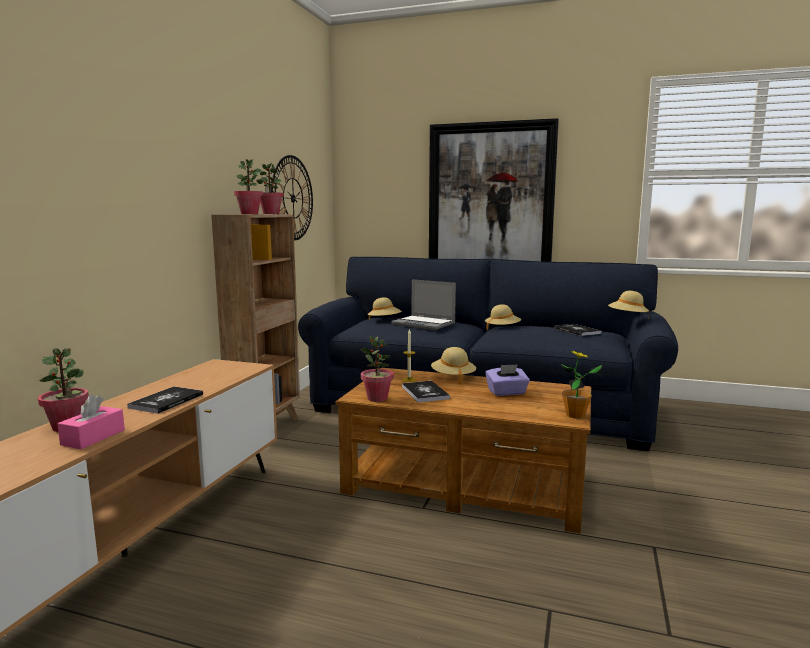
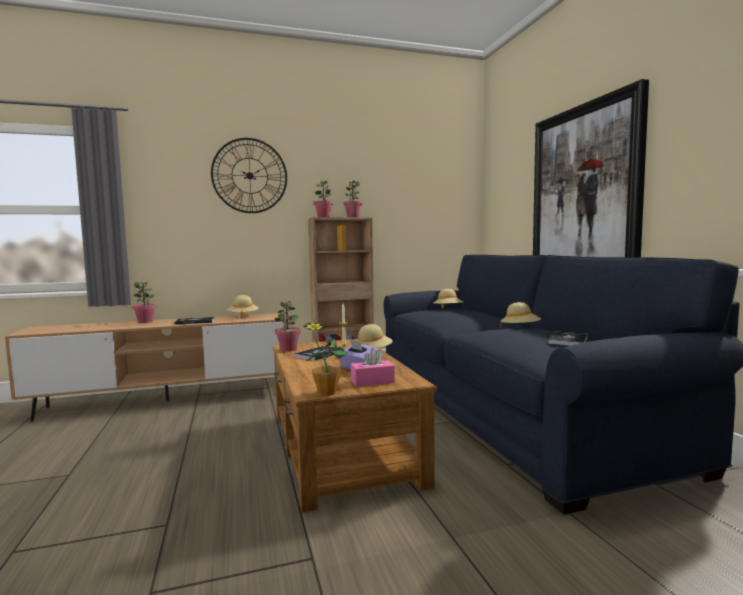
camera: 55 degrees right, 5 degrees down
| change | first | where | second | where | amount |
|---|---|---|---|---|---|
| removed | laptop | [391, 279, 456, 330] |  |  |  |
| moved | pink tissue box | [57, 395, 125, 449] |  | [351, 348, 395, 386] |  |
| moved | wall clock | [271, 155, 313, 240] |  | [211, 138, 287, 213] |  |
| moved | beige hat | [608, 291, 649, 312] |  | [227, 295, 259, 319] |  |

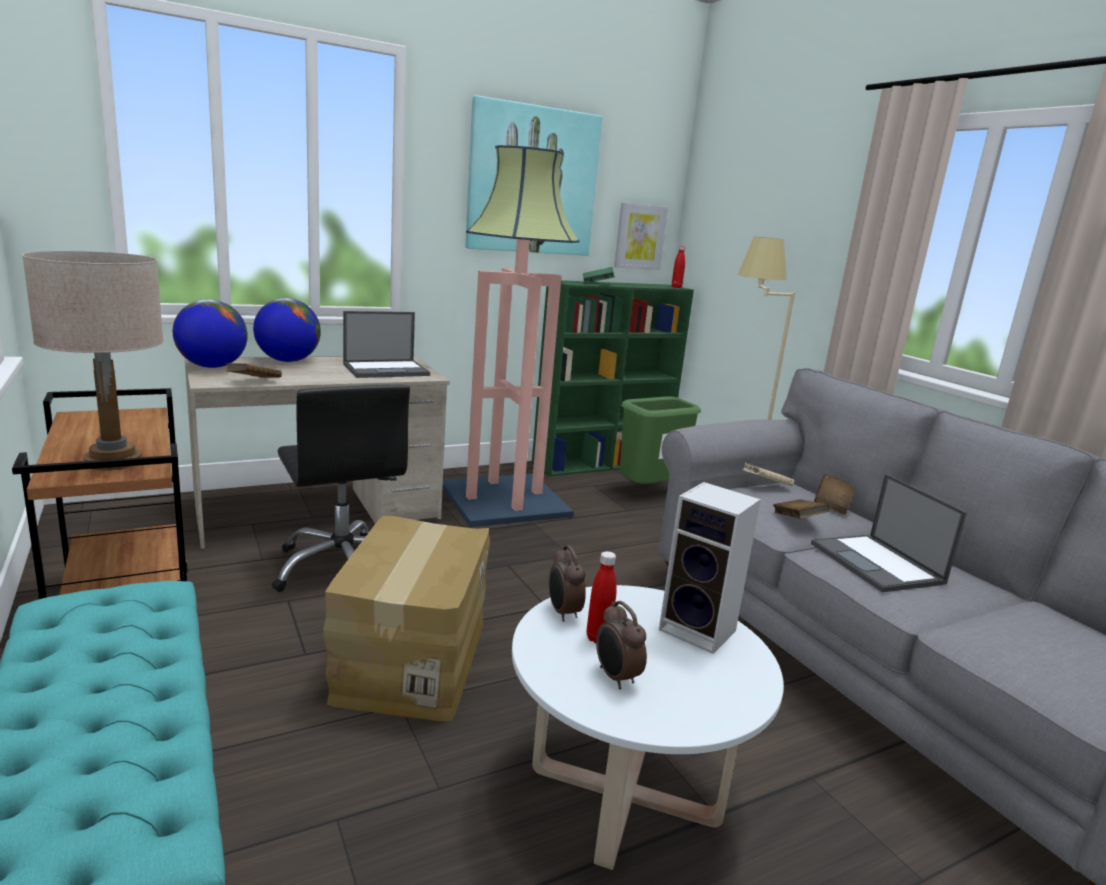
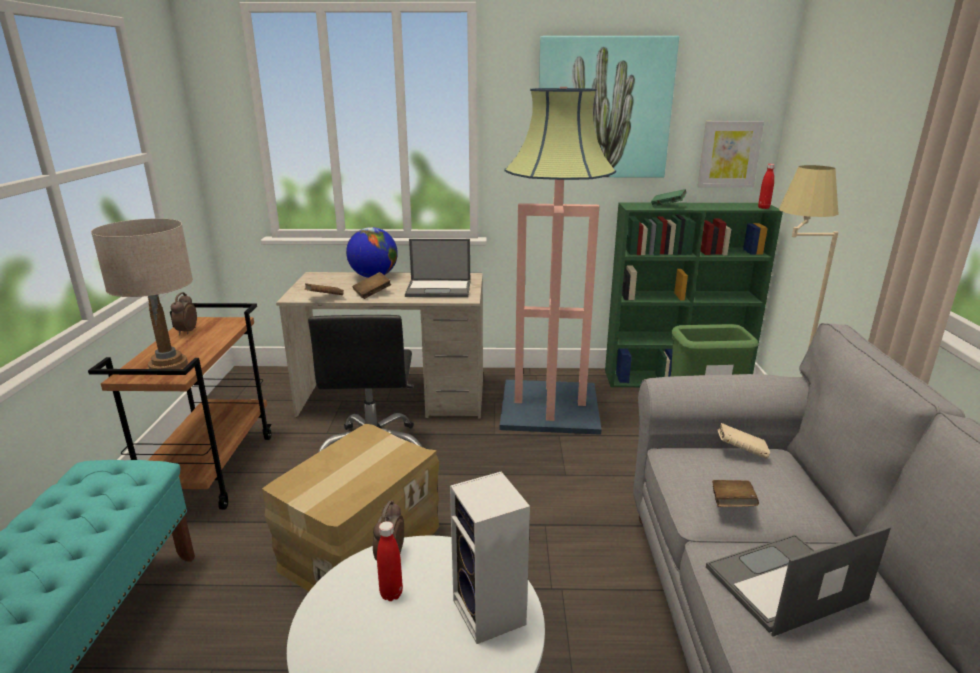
camera: 30 degrees right, 5 degrees up
| change | first | where | second | where | amount |
|---|---|---|---|---|---|
| removed | globe | [173, 299, 248, 368] |  |  |  |
| moved | alarm clock | [596, 601, 647, 689] |  | [171, 292, 197, 335] |  |
| moved | brown book | [814, 474, 855, 514] |  | [352, 272, 391, 299] |  |
| turned | laptop | [811, 474, 967, 592] |  | [706, 526, 891, 637] | 60 degrees clockwise |

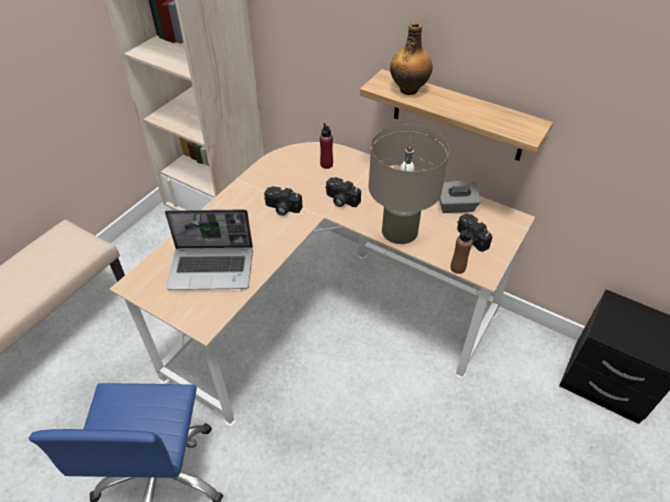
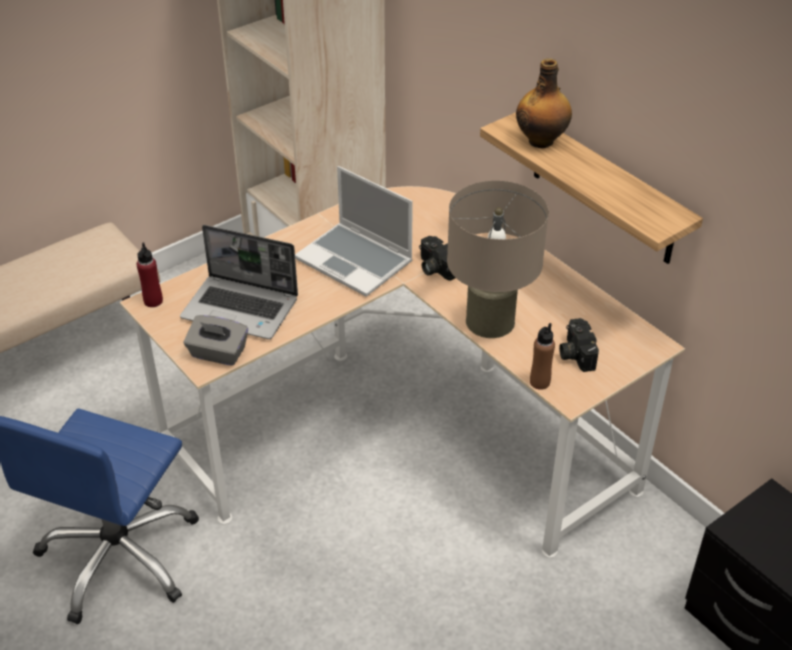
camera: 20 degrees right, 5 degrees down
| change | first | where | second | where | amount |
|---|---|---|---|---|---|
| moved | red bottle | [320, 123, 333, 169] |  | [136, 242, 163, 307] |  |
| moved | grey tissue box | [439, 181, 481, 213] |  | [184, 315, 248, 366] |  |
| replaced | photo camera | [264, 186, 303, 216] | laptop | [295, 166, 413, 297] |  |

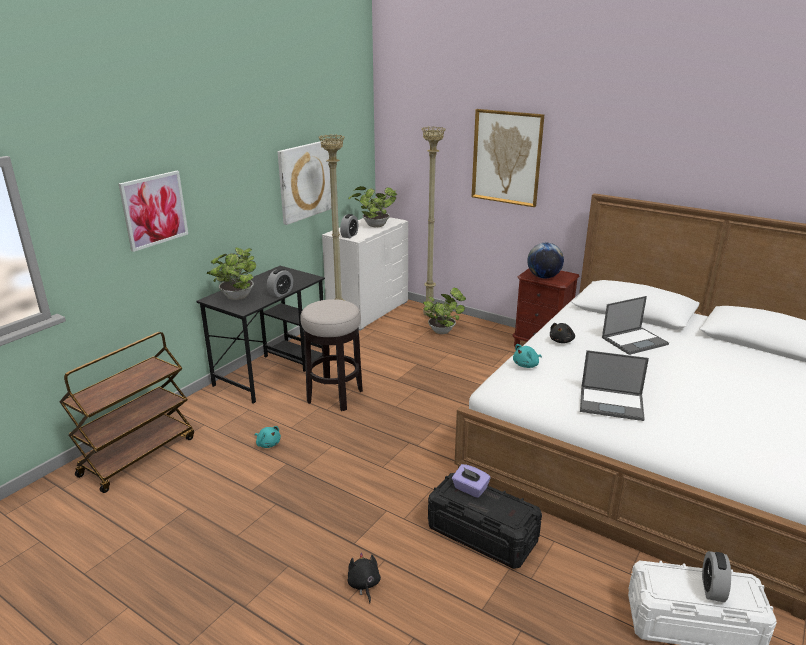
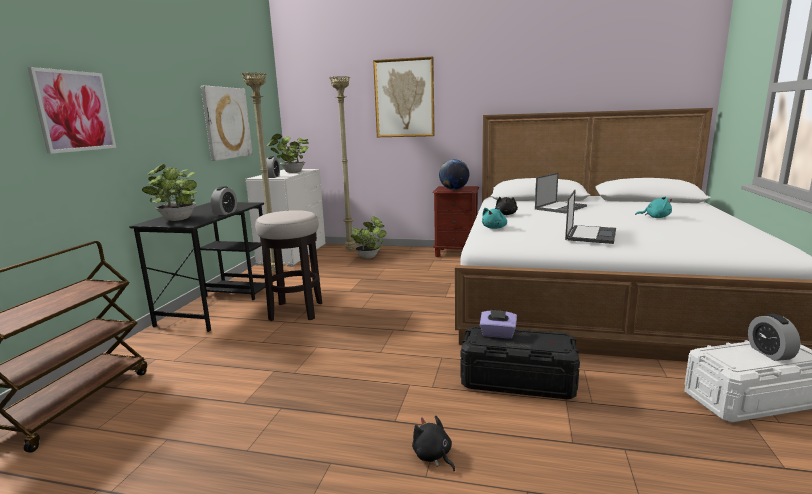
camera: 20 degrees left, 10 degrees down
| change | first | where | second | where | amount |
|---|---|---|---|---|---|
| moved | turquoise plush toy | [255, 426, 281, 448] |  | [635, 196, 672, 218] |  |
| turned | laptop | [580, 350, 649, 421] |  | [565, 189, 616, 244] | 60 degrees counterclockwise |

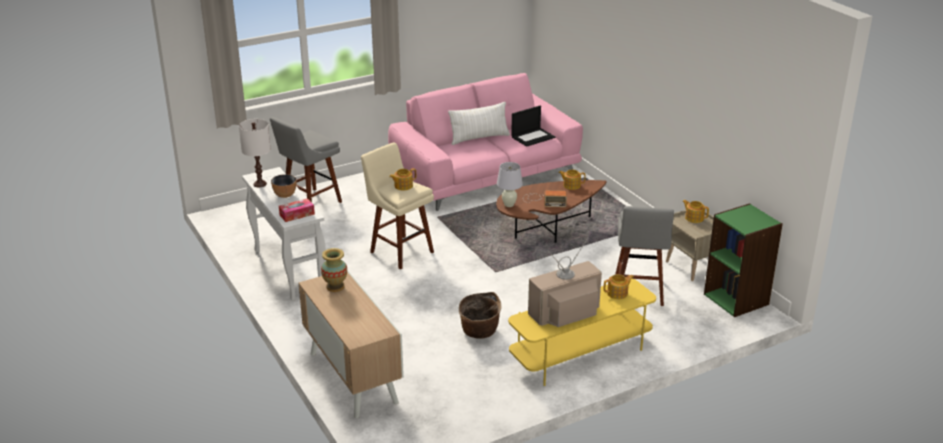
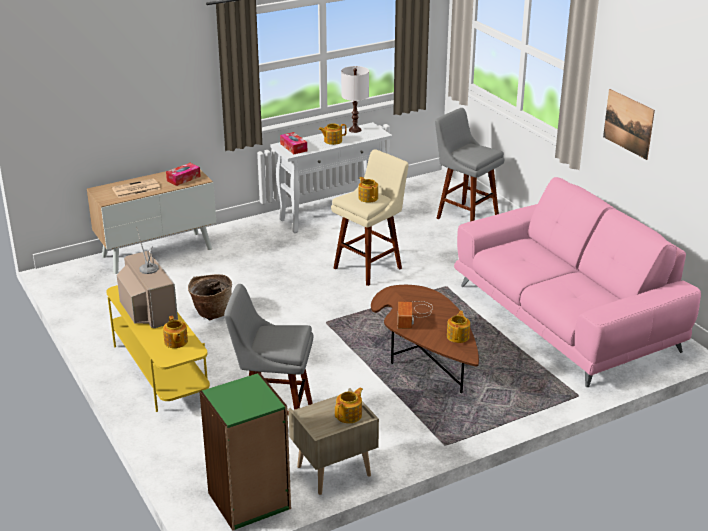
camera: 90 degrees right, 0 degrees up
| change | first | where | second | where | amount |
|---|---|---|---|---|---|
| removed | white pillow | [448, 102, 510, 145] |  |  |  |
| removed | white table lamp | [497, 162, 523, 207] |  |  |  |
| removed | laptop | [511, 105, 555, 147] |  |  |  |
| added |  |  | newspaper | [112, 178, 161, 198] |  |
| added |  |  | picture | [603, 89, 655, 160] |  |
| replaced | bowl | [271, 174, 296, 198] | teapot | [318, 123, 347, 145] |  |
| replaced | vase | [321, 248, 347, 292] | tissue box | [166, 163, 201, 186] |  |

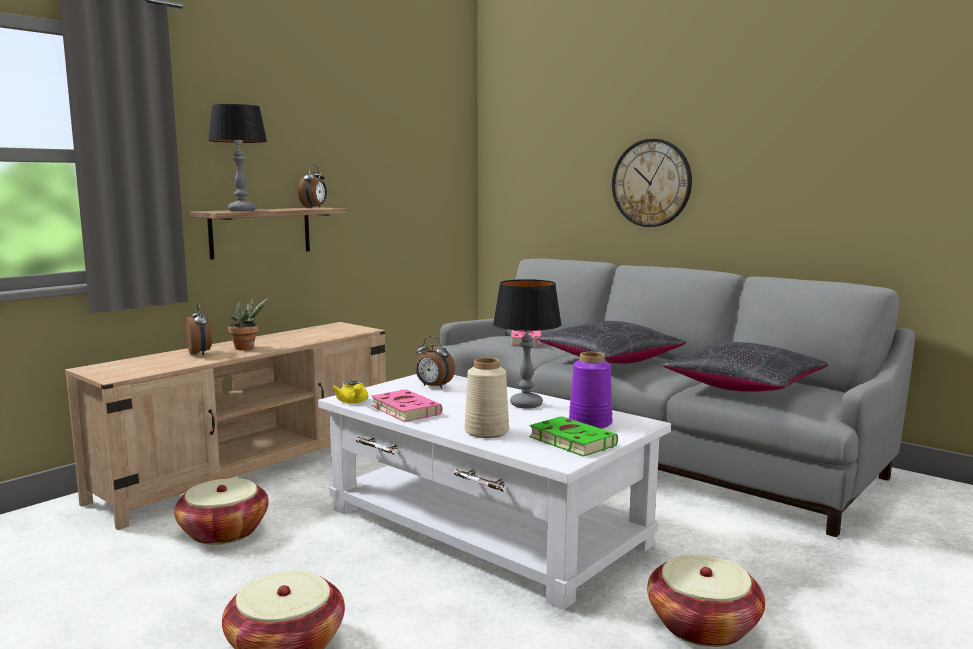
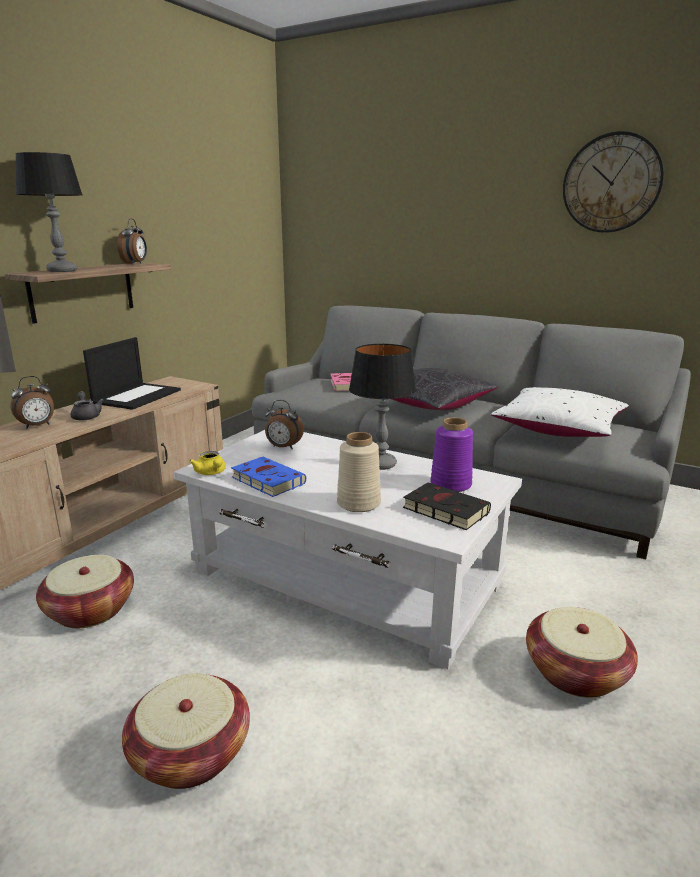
camera: 10 degrees left, 10 degrees up
| change | first | where | second | where | amount |
|---|---|---|---|---|---|
| added |  |  | laptop | [83, 337, 181, 410] |  |
| moved | wall clock | [612, 139, 692, 227] |  | [563, 131, 664, 233] |  |
| replaced | potted plant | [228, 296, 269, 350] | grey teapot | [71, 391, 104, 421] |  |
| recoloured | pink book | [371, 389, 442, 422] | blue book | [231, 457, 306, 497] |  |
| recoloured | green book | [529, 416, 618, 457] | black book | [403, 482, 491, 530] |  |
| recoloured | black pillow | [662, 342, 828, 392] | white pillow | [491, 387, 629, 437] |  |
| turned | alarm clock | [186, 304, 212, 355] |  | [10, 376, 54, 429] | 90 degrees clockwise |

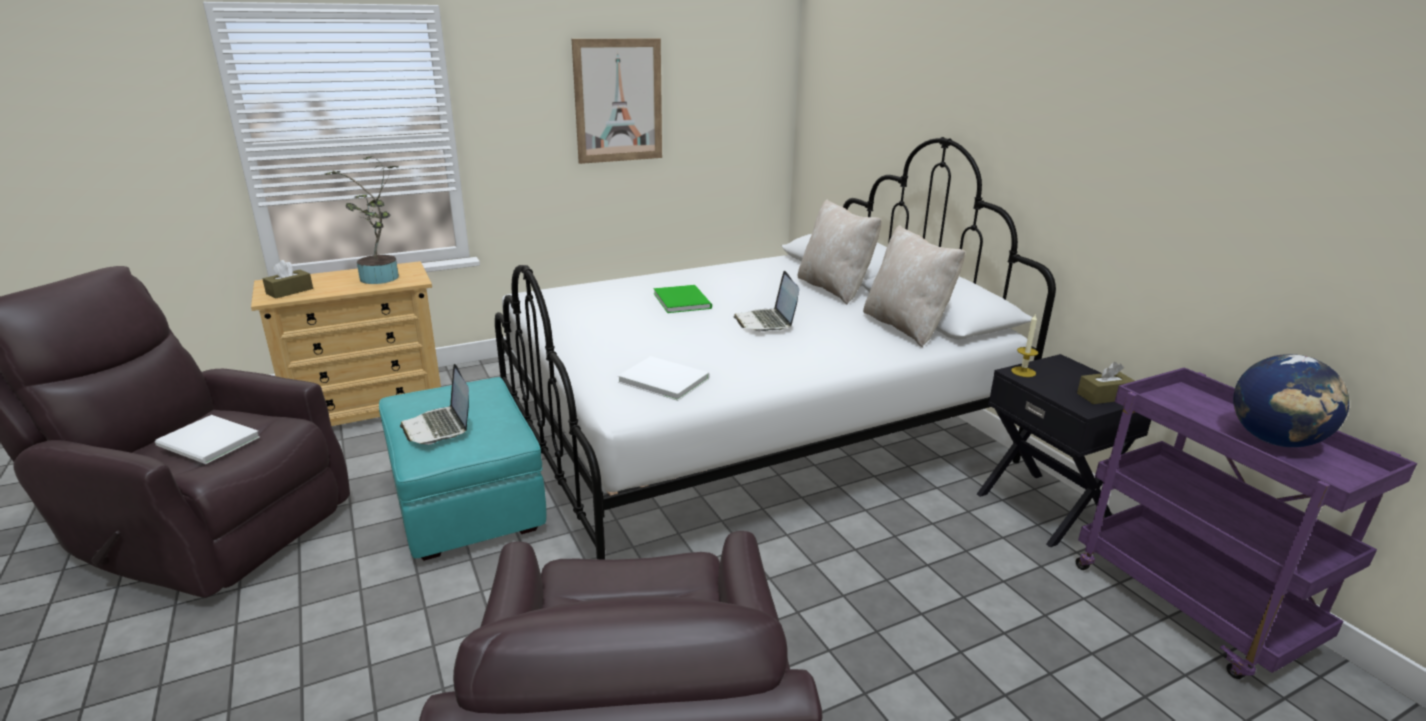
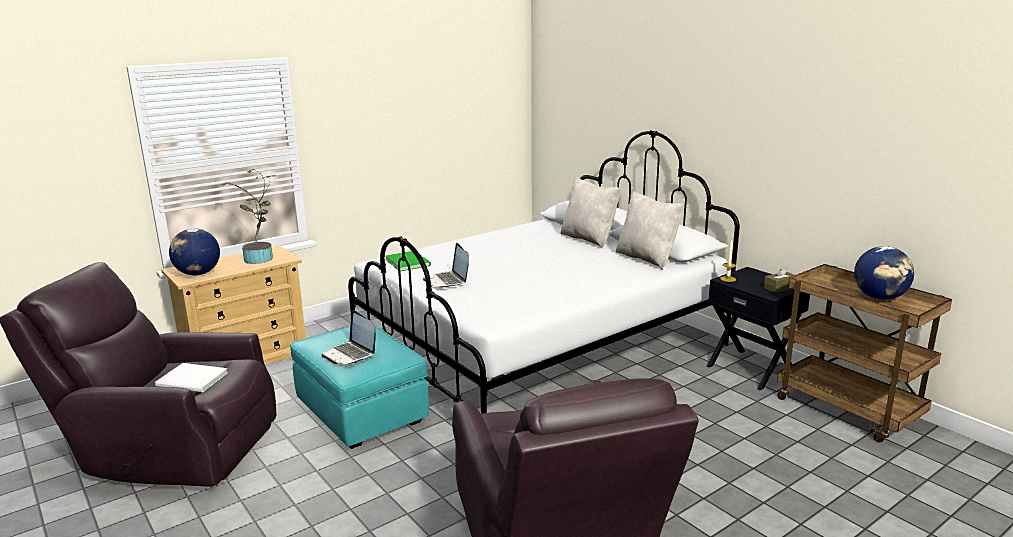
camera: 10 degrees left, 5 degrees down
| change | first | where | second | where | amount |
|---|---|---|---|---|---|
| removed | picture | [572, 39, 662, 164] |  |  |  |
| removed | white book | [618, 356, 710, 401] |  |  |  |
| moved | green book | [654, 285, 712, 313] |  | [385, 251, 431, 271] |  |
| moved | laptop | [734, 271, 799, 332] |  | [423, 243, 469, 288] |  |
| replaced | brown tissue box | [263, 260, 313, 298] | globe | [169, 228, 220, 276] |  |
| recoloured | purple cart | [1076, 367, 1417, 679] | brown cart | [777, 264, 952, 443] |  |

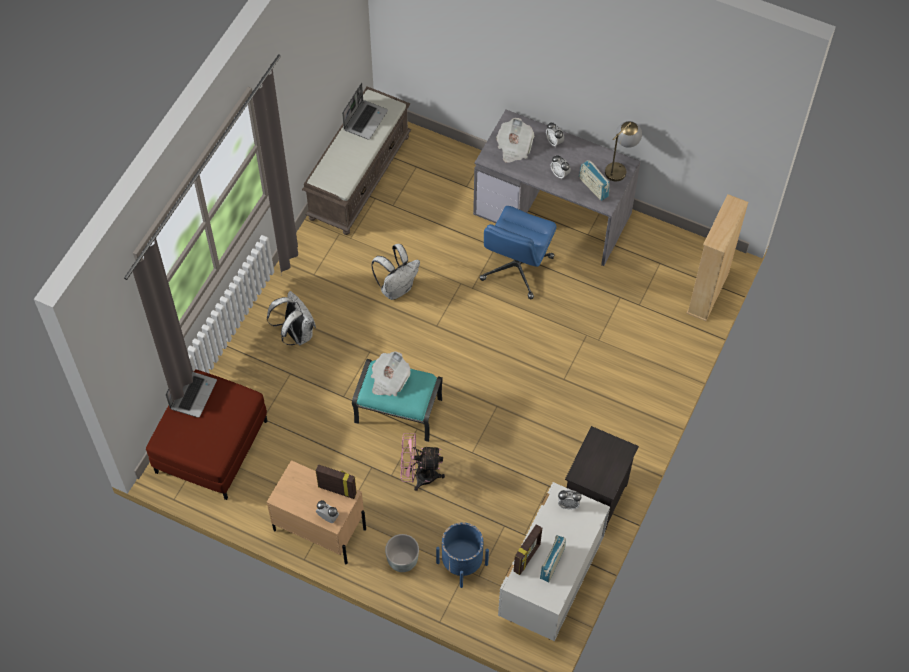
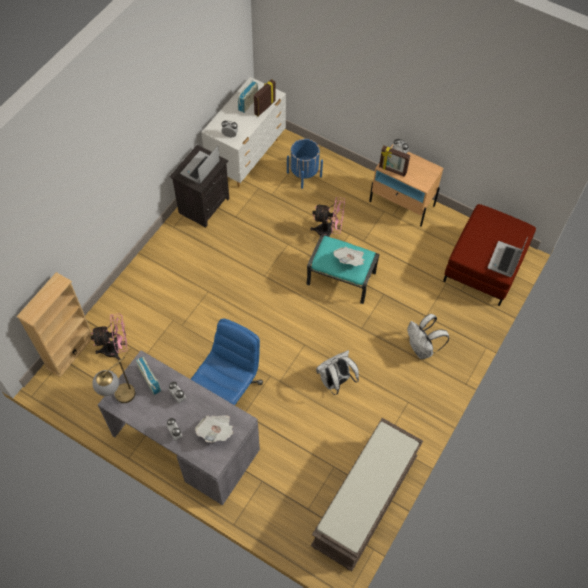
camera: 175 degrees left, 0 degrees up
| change | first | where | second | where | amount |
|---|---|---|---|---|---|
| removed | grey planter | [385, 534, 419, 572] |  |  |  |
| added |  |  | pink fan | [90, 313, 128, 360] |  |
| moved | laptop | [342, 83, 388, 140] |  | [180, 146, 220, 184] |  |

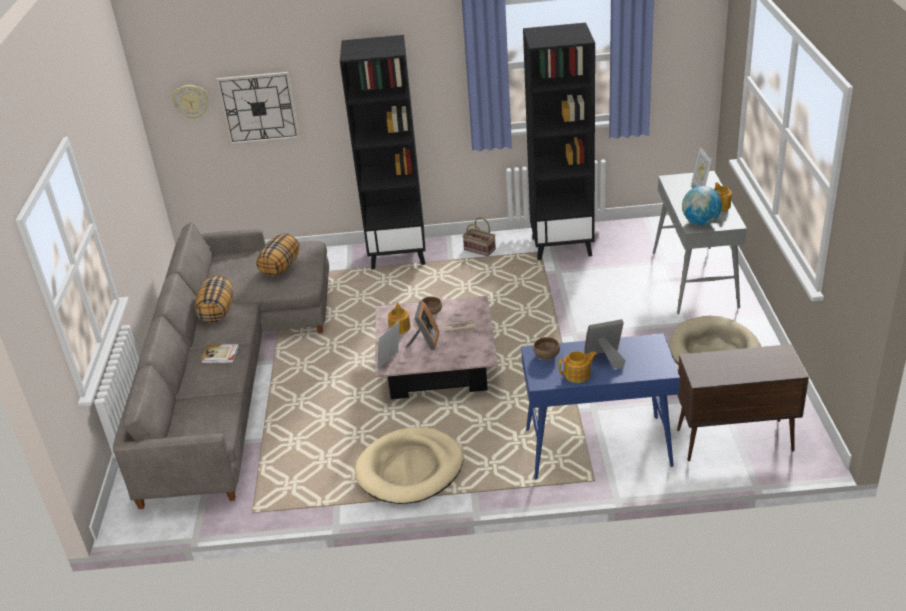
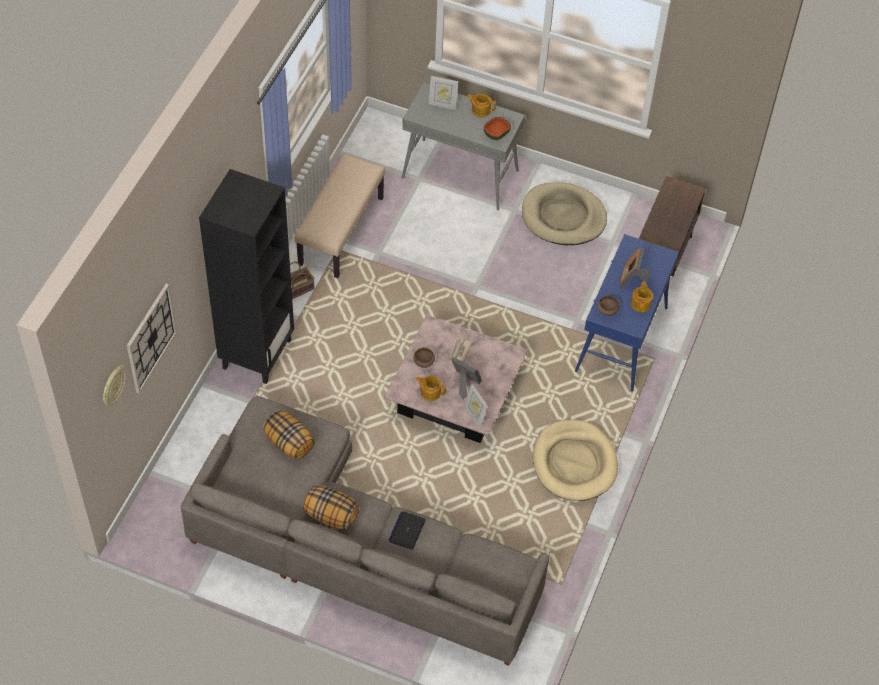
camera: 70 degrees left, 20 degrees up
| change | first | where | second | where | amount |
|---|---|---|---|---|---|
| replaced | book | [201, 344, 239, 363] | laptop | [388, 512, 426, 550] |  |
| replaced | black bookcase | [523, 23, 595, 260] | beige bench | [294, 154, 386, 278] |  |
| replaced | globe | [682, 186, 722, 225] | bowl | [484, 117, 511, 140] |  |

